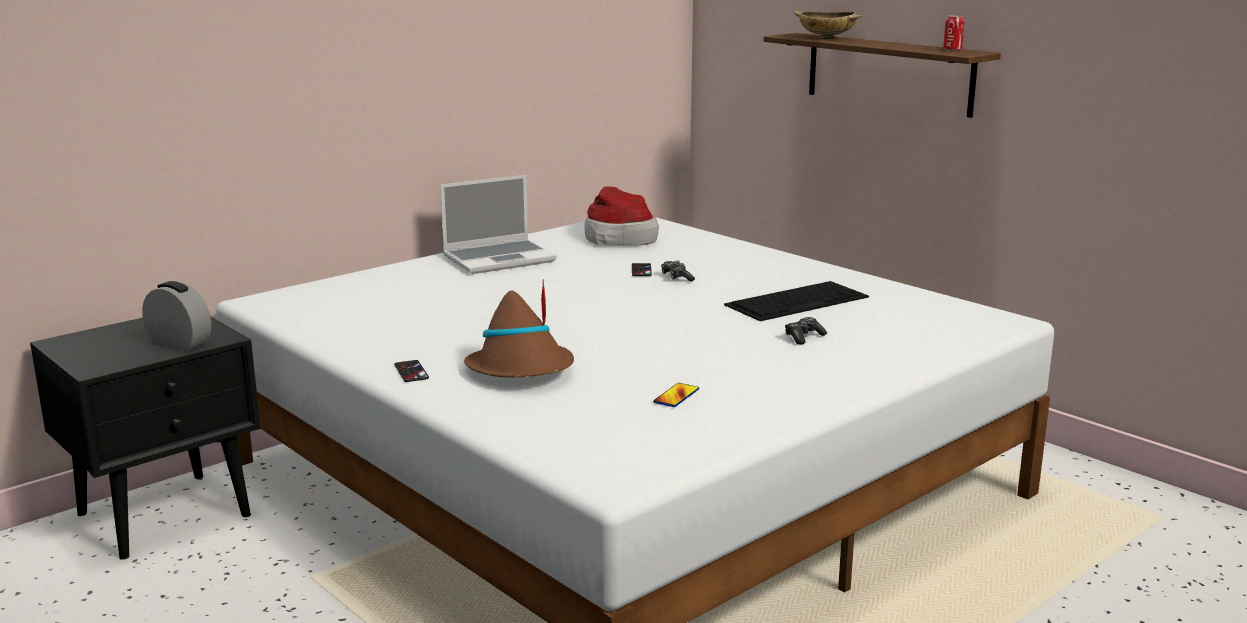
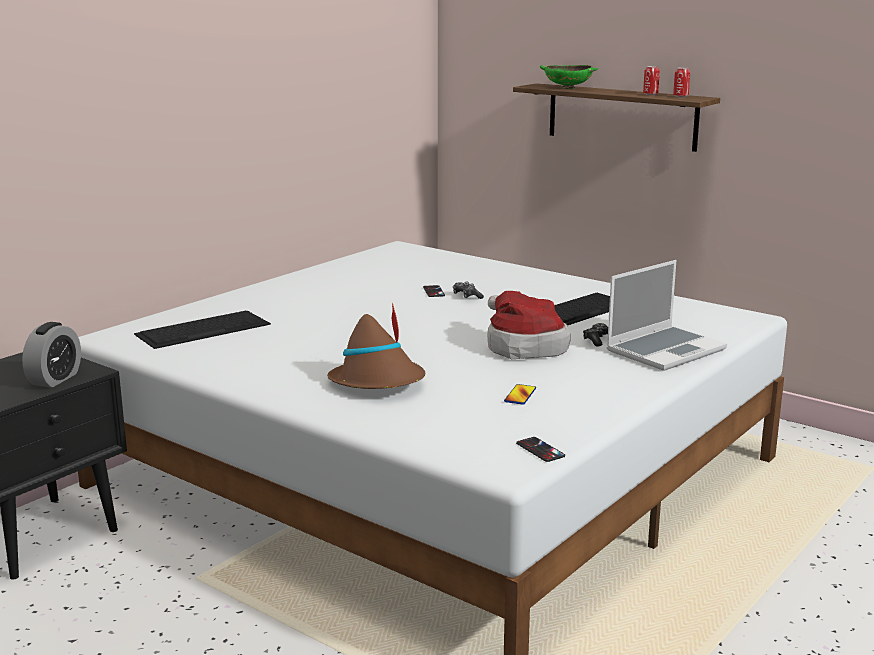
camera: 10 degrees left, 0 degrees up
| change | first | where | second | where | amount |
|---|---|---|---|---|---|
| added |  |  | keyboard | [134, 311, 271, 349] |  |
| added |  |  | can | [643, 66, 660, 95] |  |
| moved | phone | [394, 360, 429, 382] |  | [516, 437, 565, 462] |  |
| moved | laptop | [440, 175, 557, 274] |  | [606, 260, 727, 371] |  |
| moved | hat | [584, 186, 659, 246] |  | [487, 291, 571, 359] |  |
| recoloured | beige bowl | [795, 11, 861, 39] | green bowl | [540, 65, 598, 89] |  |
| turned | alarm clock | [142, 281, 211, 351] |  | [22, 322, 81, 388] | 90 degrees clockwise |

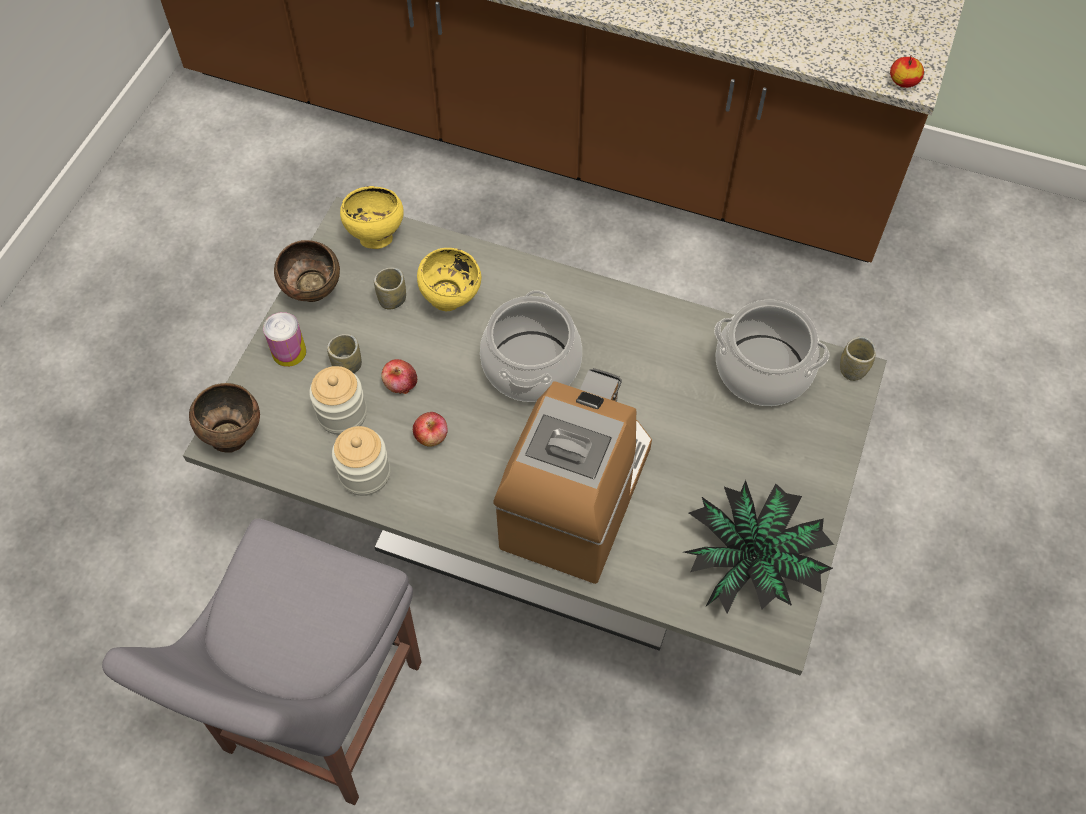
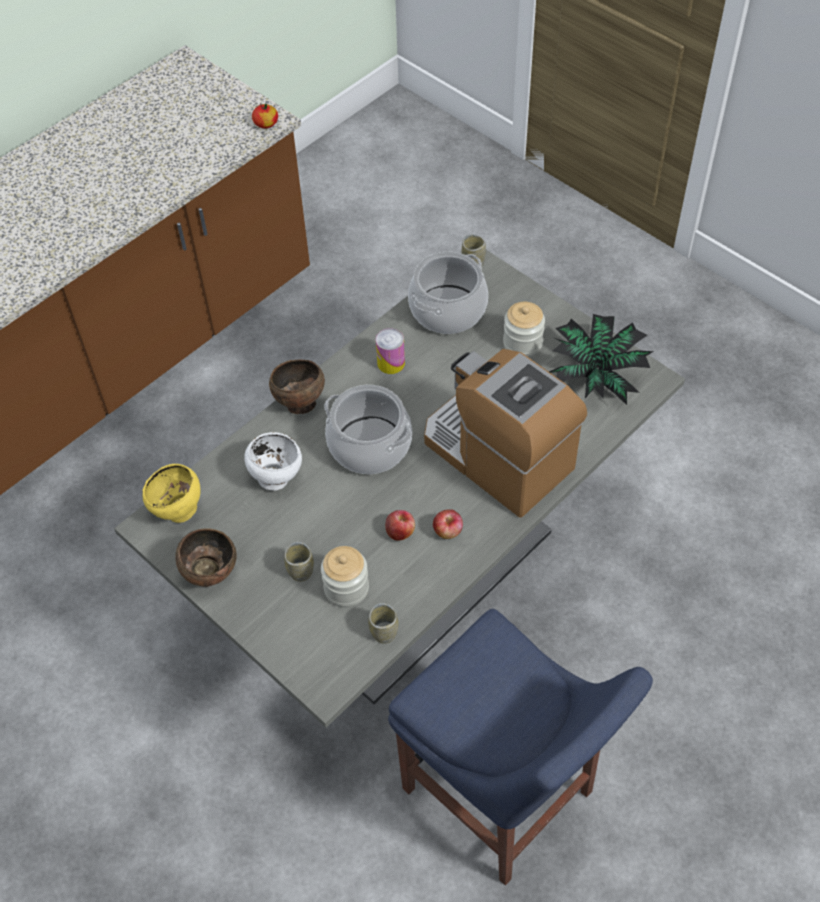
camera: 65 degrees left, 5 degrees down
| change | first | where | second | where | amount |
|---|---|---|---|---|---|
| moved | brown bowl | [189, 383, 260, 453] |  | [269, 360, 325, 414] |  |
| moved | can | [263, 312, 306, 367] |  | [376, 328, 405, 374] |  |
| moved | jar | [332, 426, 390, 496] |  | [503, 302, 545, 357] |  |
| moved | cup | [374, 267, 406, 309] |  | [368, 603, 398, 644] |  |
| moved | apple | [381, 359, 417, 394] |  | [433, 509, 463, 539] |  |
| recoloured | grey chair | [102, 518, 422, 805] | blue chair | [388, 609, 653, 885] |  |
| recoloured | yellow bowl | [417, 248, 481, 311] | white bowl | [244, 432, 302, 491] |  |

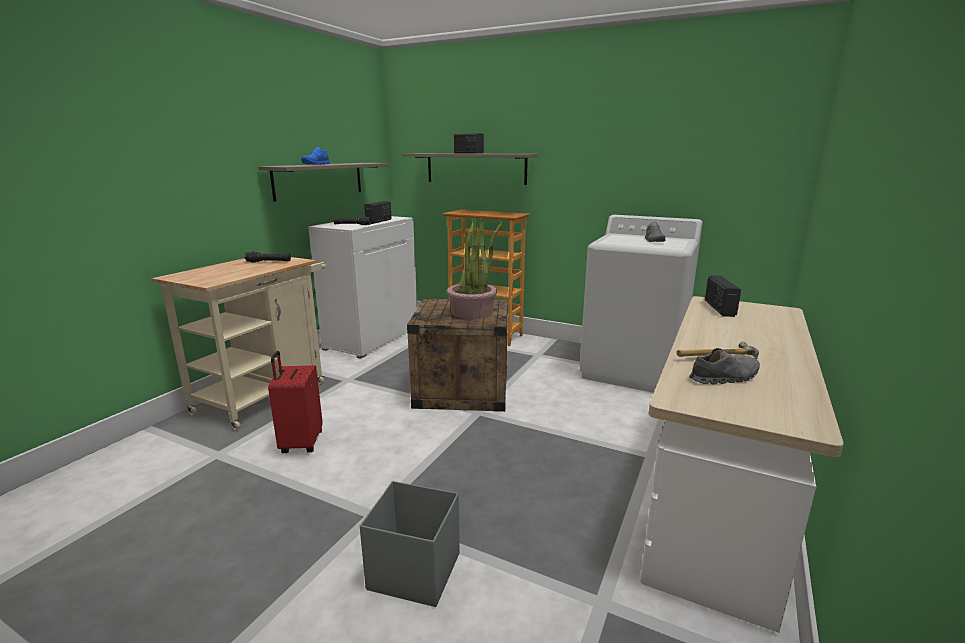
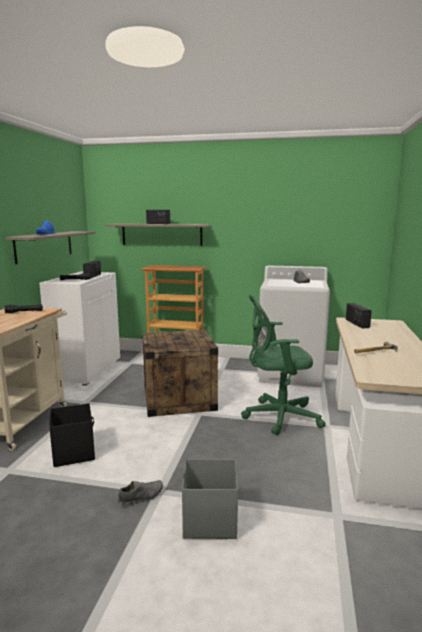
camera: 15 degrees left, 5 degrees down
| change | first | where | second | where | amount |
|---|---|---|---|---|---|
| removed | potted plant | [447, 218, 503, 319] |  |  |  |
| added |  |  | green office chair | [241, 295, 326, 435] |  |
| moved | grey shoe | [689, 348, 760, 384] |  | [118, 480, 163, 506] |  |
| replaced | red suitcase | [268, 351, 323, 453] | black storage box | [49, 403, 95, 467] |  |

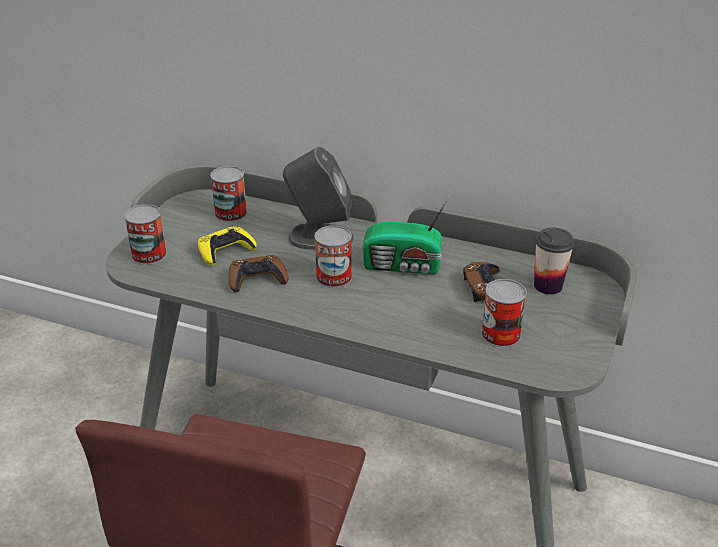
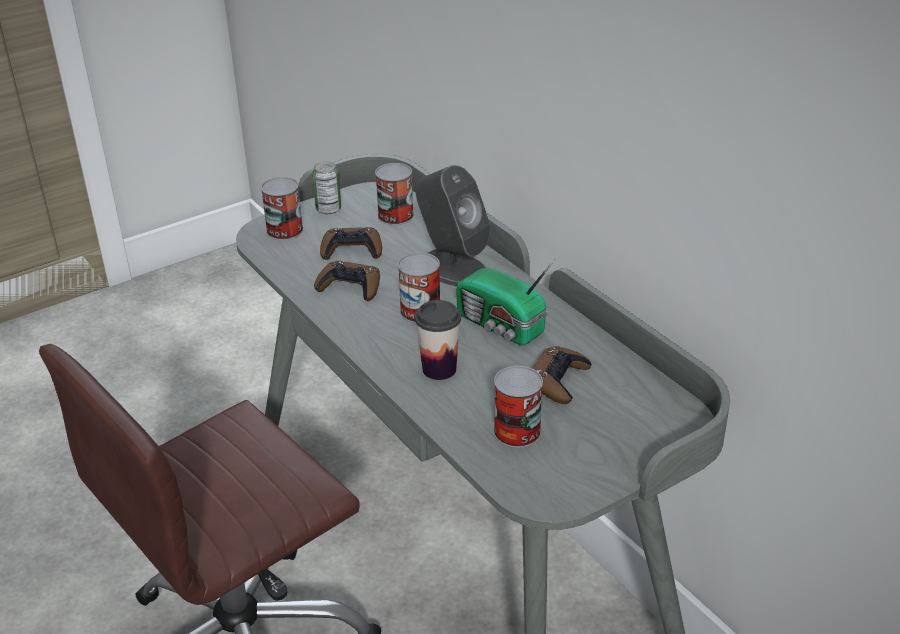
camera: 35 degrees right, 0 degrees up
| change | first | where | second | where | amount |
|---|---|---|---|---|---|
| added |  |  | can | [312, 161, 341, 214] |  |
| moved | cup | [534, 228, 575, 294] |  | [415, 300, 461, 380] |  |
| recoloured | yellow game controller | [198, 226, 257, 266] | brown game controller | [320, 227, 382, 260] |  |

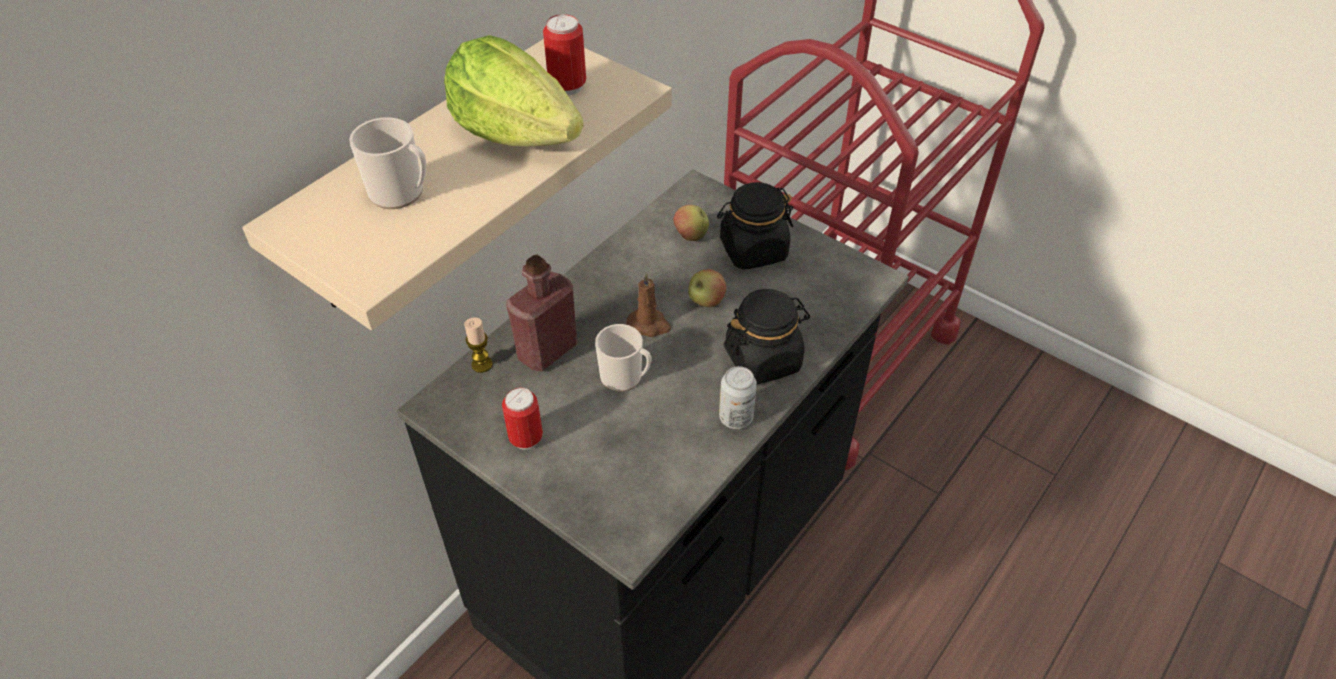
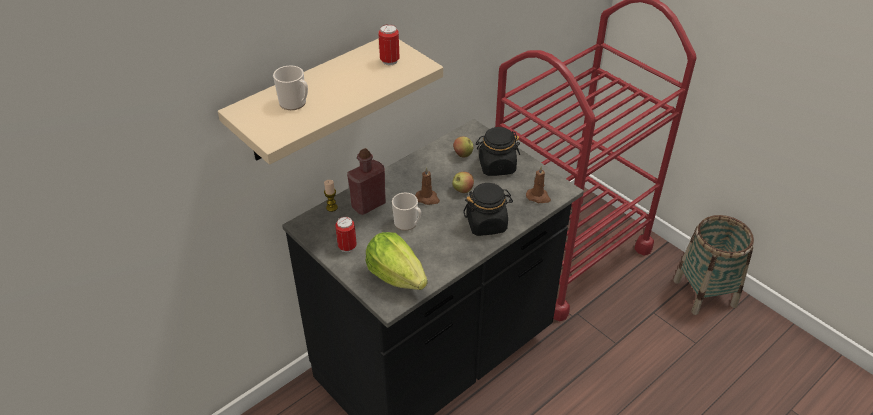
camera: 10 degrees right, 5 degrees down
| change | first | where | second | where | amount |
|---|---|---|---|---|---|
| removed | can | [719, 366, 757, 429] |  |  |  |
| added |  |  | brown candle | [526, 165, 551, 203] |  |
| added |  |  | basket | [673, 215, 754, 315] |  |
| moved | lettuce | [444, 35, 583, 146] |  | [366, 232, 427, 290] |  |

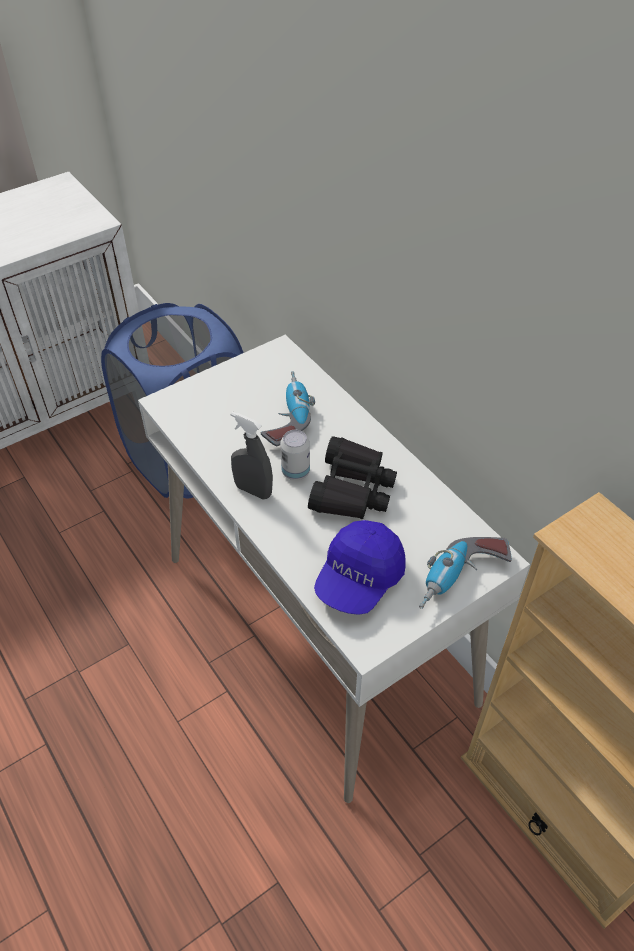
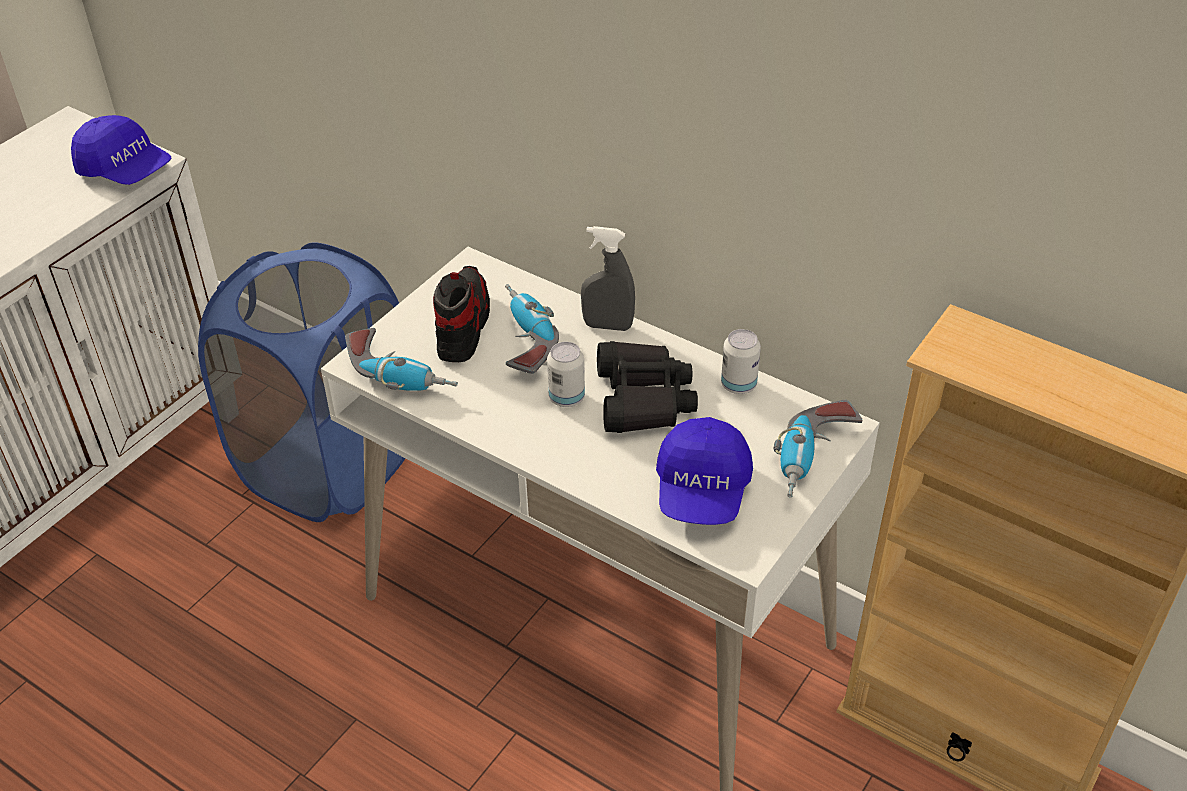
camera: 20 degrees left, 5 degrees down
| change | first | where | second | where | amount |
|---|---|---|---|---|---|
| added |  |  | blue cap | [71, 115, 171, 185] |  |
| added |  |  | power drill | [345, 328, 458, 391] |  |
| added |  |  | shoe | [433, 266, 490, 362] |  |
| added |  |  | can | [721, 329, 761, 394] |  |
| moved | grey spray bottle | [231, 411, 273, 499] |  | [581, 226, 635, 331] |  |

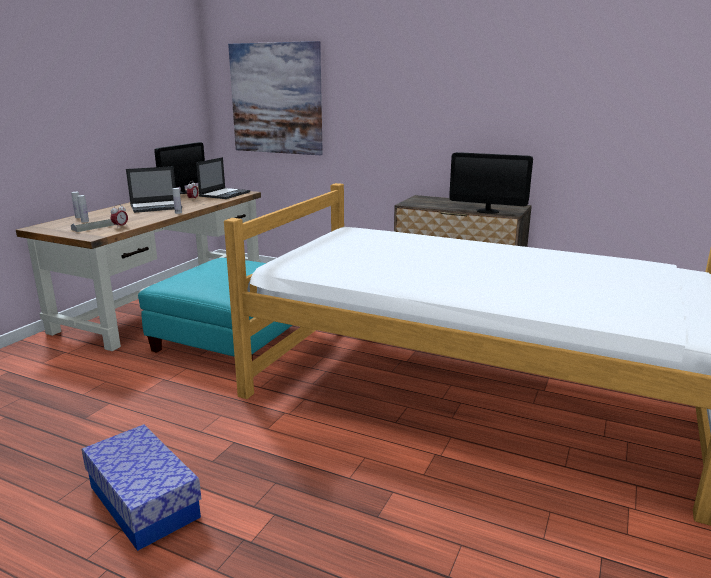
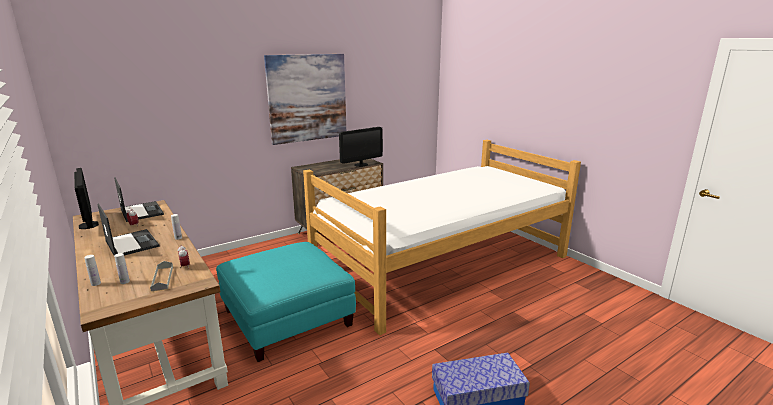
camera: 60 degrees left, 0 degrees up
| change | first | where | second | where | amount |
|---|---|---|---|---|---|
| moved | picture | [228, 41, 323, 155] |  | [264, 54, 346, 145] |  |
| turned | laptop | [126, 166, 182, 213] |  | [97, 204, 160, 256] | 45 degrees counterclockwise |

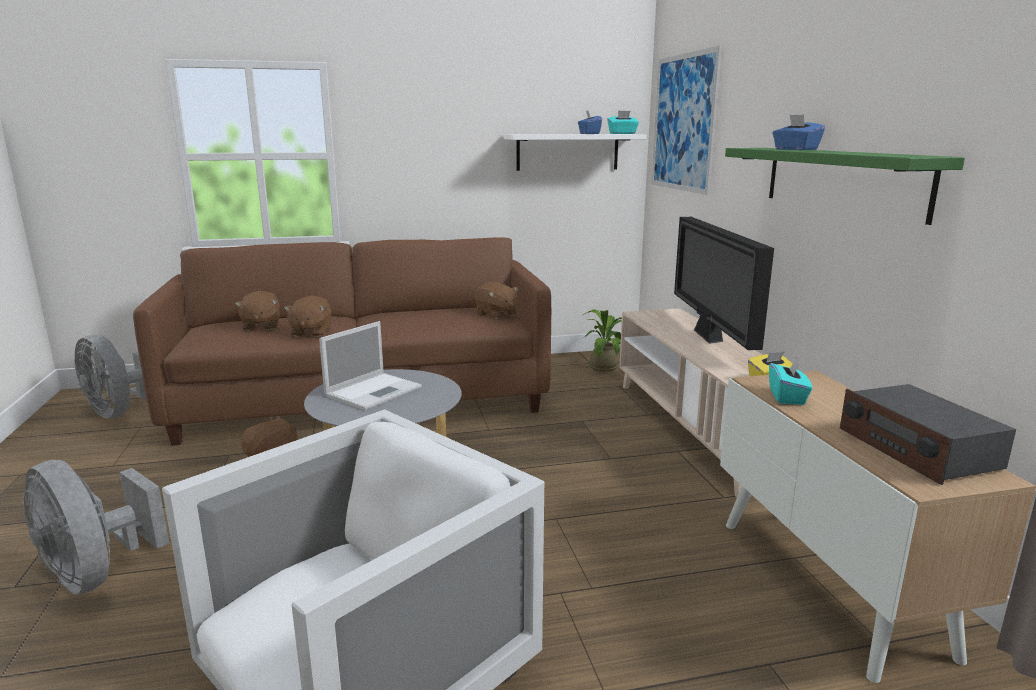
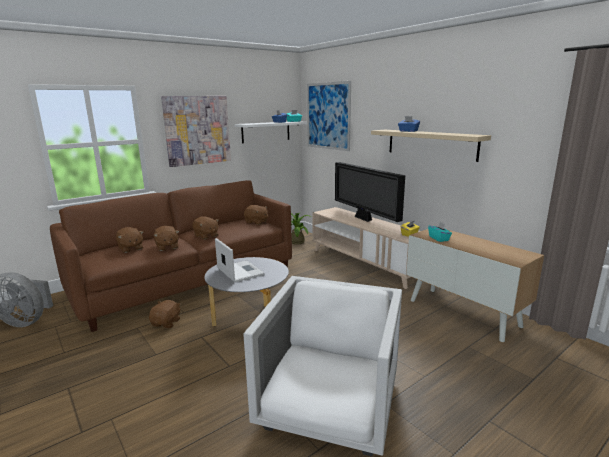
camera: 25 degrees left, 0 degrees up
| change | first | where | second | where | amount |
|---|---|---|---|---|---|
| removed | grey fan | [23, 460, 169, 595] |  |  |  |
| removed | radio | [840, 384, 1016, 485] |  |  |  |
| added |  |  | picture | [161, 96, 231, 167] |  |
| added |  |  | brown plush toy | [192, 216, 219, 239] |  |
| recoloured | green shelf | [725, 148, 965, 225] | beige shelf | [371, 130, 491, 162] |  |
| turned | laptop | [319, 321, 422, 411] |  | [215, 238, 265, 283] | 45 degrees counterclockwise |

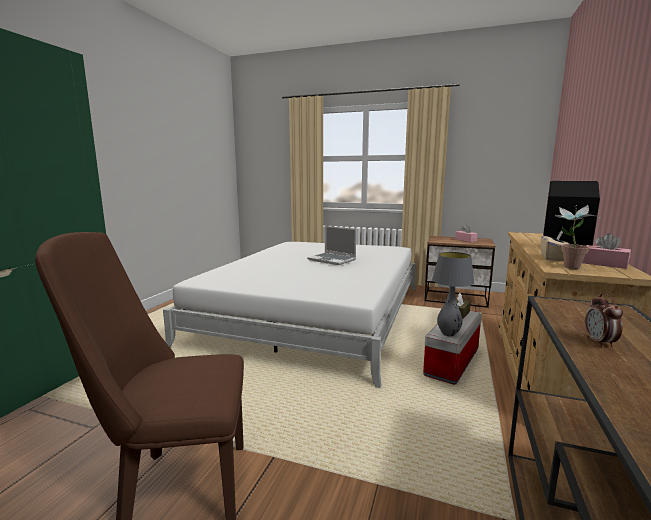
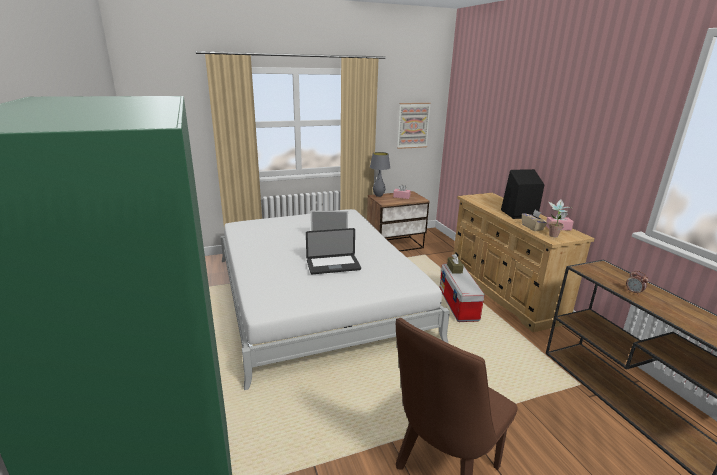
camera: 40 degrees left, 10 degrees up
| change | first | where | second | where | amount |
|---|---|---|---|---|---|
| added |  |  | laptop | [306, 228, 361, 274] |  |
| added |  |  | picture | [397, 103, 431, 149] |  |
| moved | grey table lamp | [432, 252, 474, 337] |  | [370, 152, 390, 197] |  |

